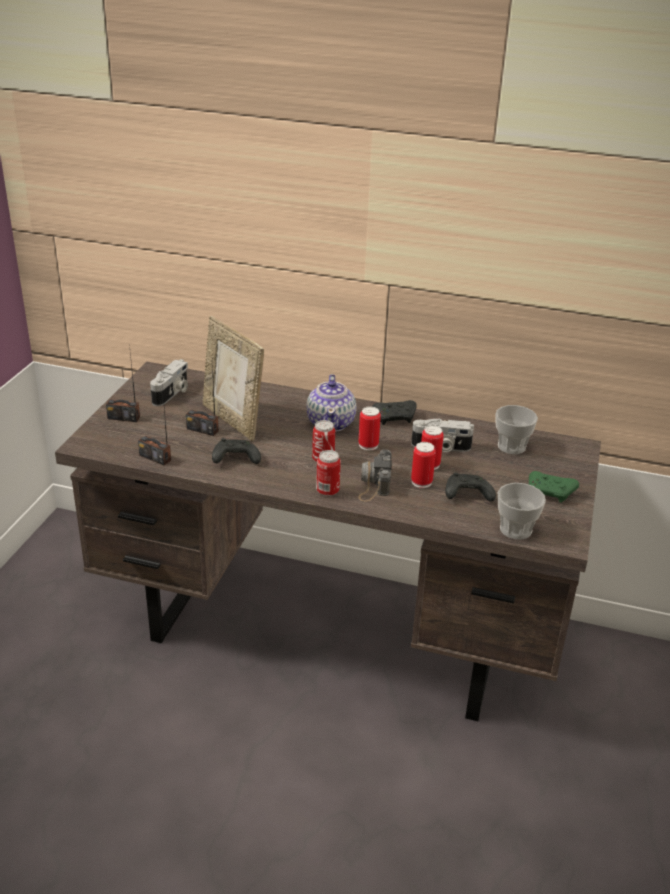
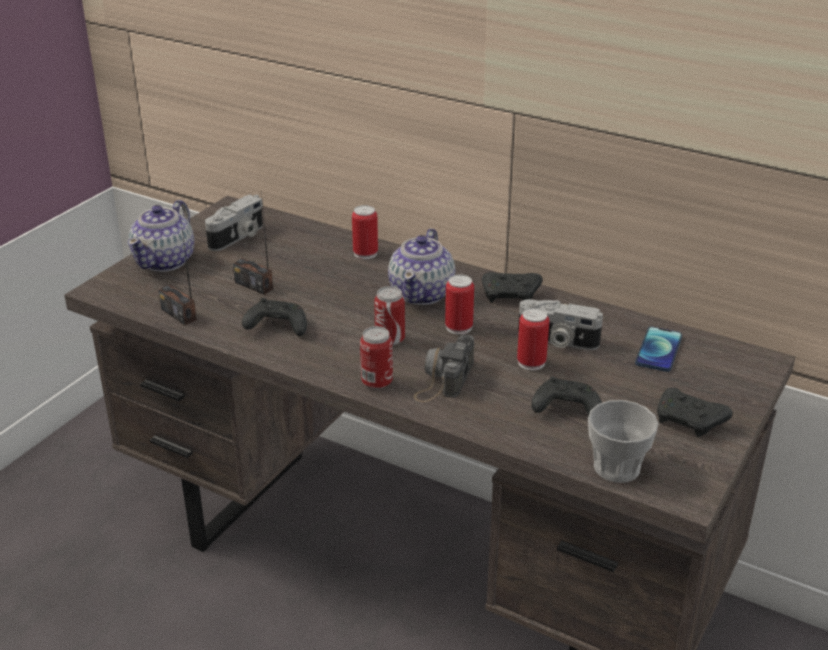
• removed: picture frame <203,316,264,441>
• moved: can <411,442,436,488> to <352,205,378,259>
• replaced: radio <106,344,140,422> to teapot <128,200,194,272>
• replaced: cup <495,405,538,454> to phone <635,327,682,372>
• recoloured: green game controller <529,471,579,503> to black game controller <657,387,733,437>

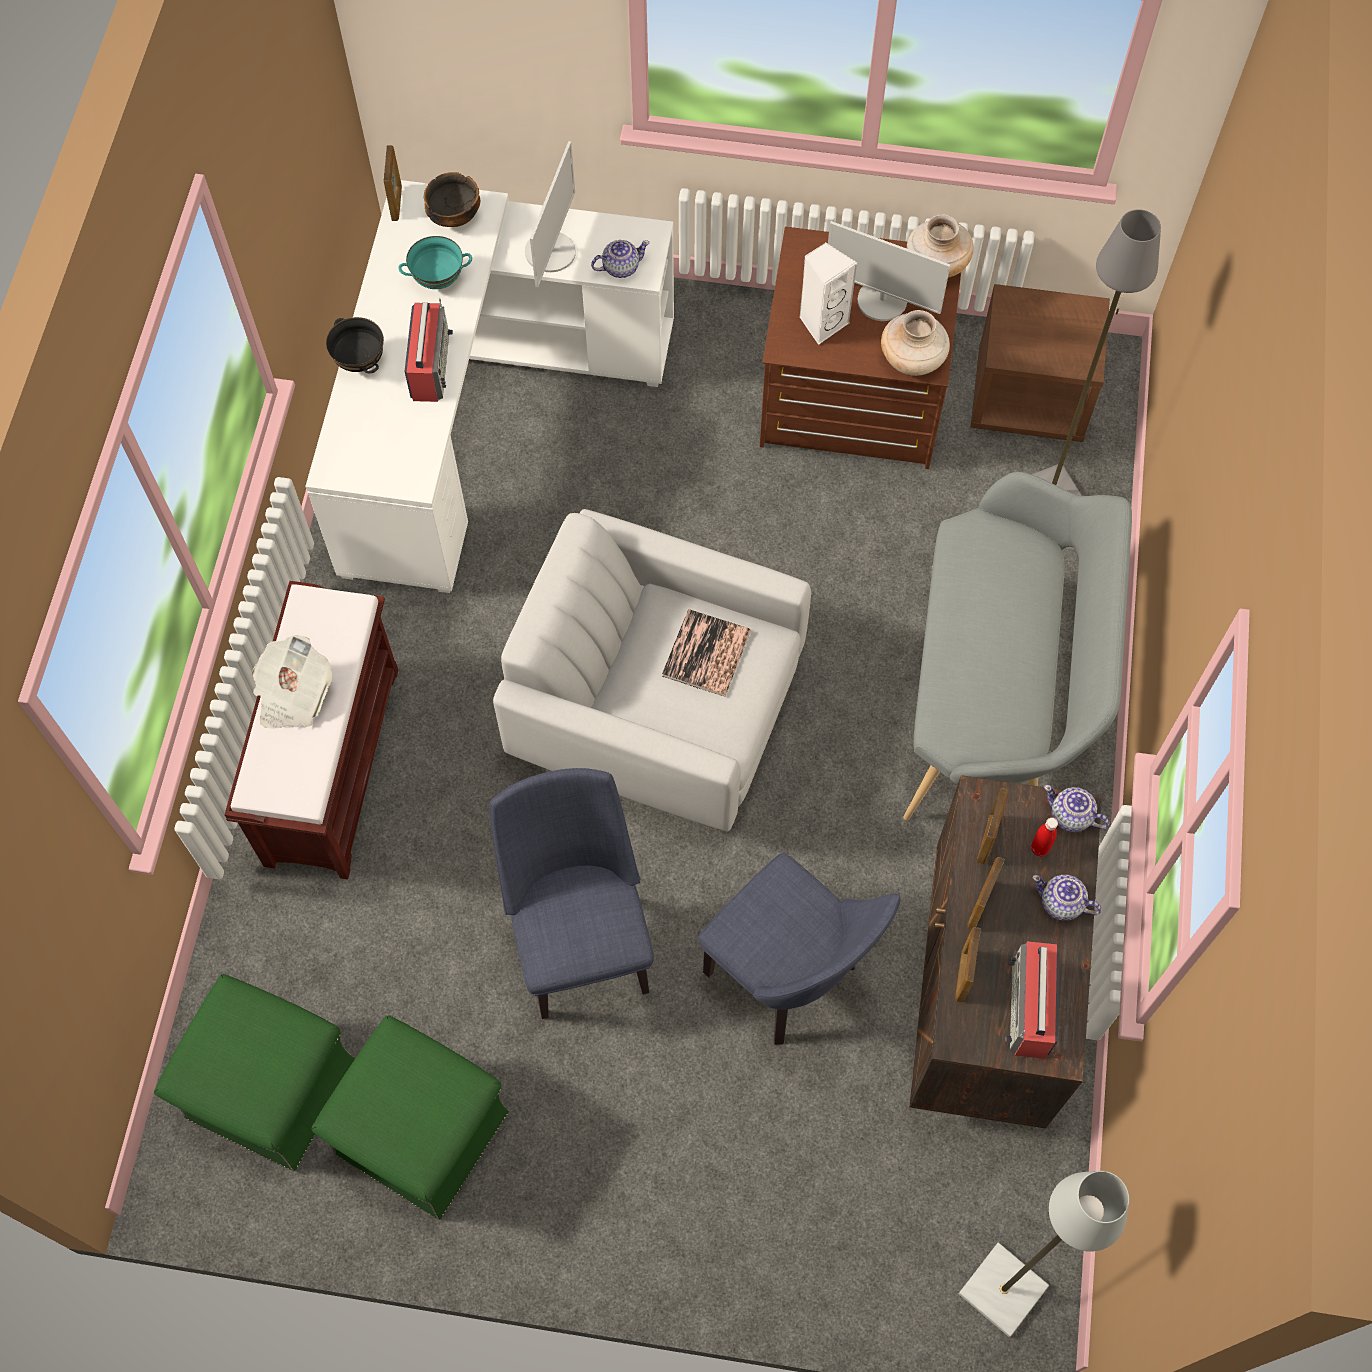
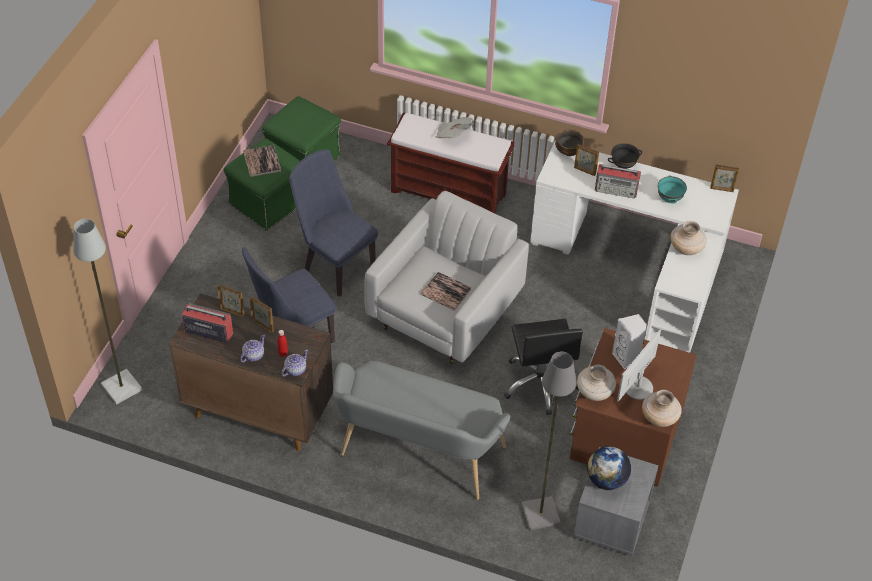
• removed: teapot <591,240,650,278>
• added: book <243,145,281,177>
• added: black office chair <504,319,583,415>
• added: globe <587,446,631,490>
• moved: bowl <424,172,481,227> to <555,129,584,156>
• moved: picture frame <977,788,1008,864> to <574,144,599,176>
• replaced: monitor <525,141,576,288> to beige vase <670,221,707,255>
• recoloured: brown nightstand <971,284,1110,442> to grey nightstand <573,447,658,556>
• turned: blue chair <489,768,654,1019> = <289,149,378,297> 135 degrees counterclockwise

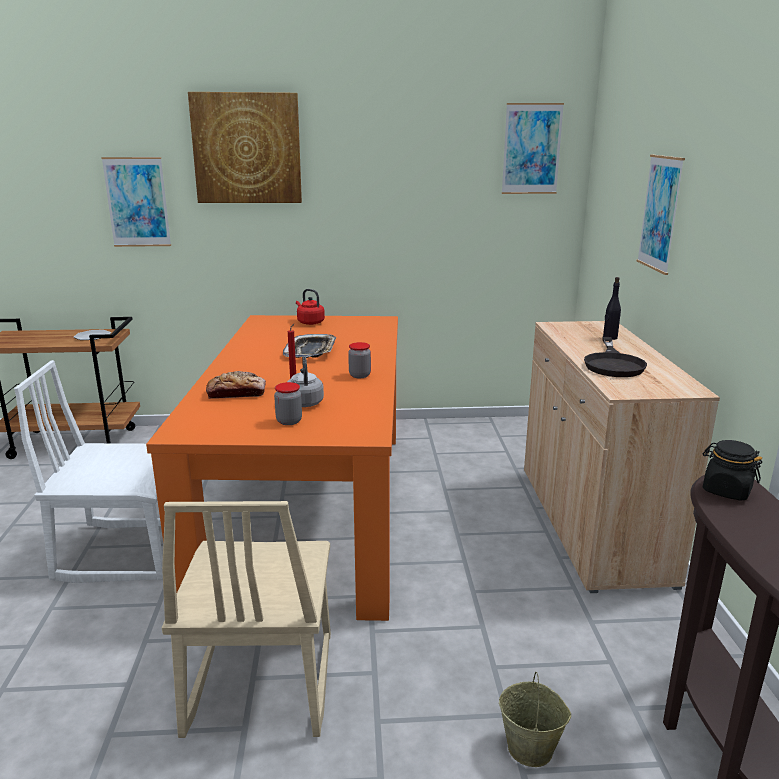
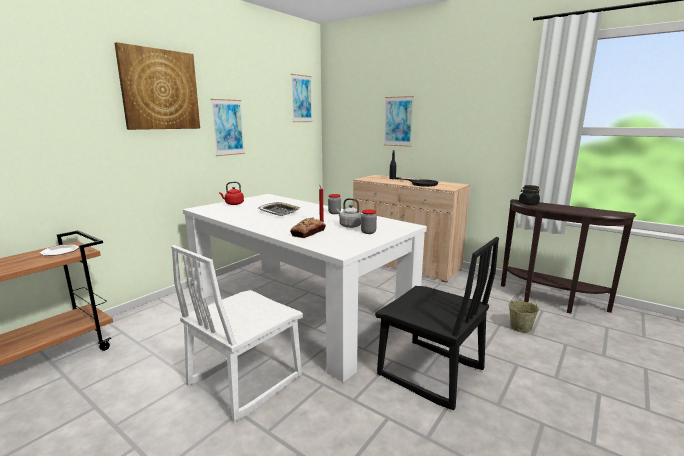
• moved: picture <101,157,171,247> to <211,99,245,156>
• recoloured: orange dining table <146,315,398,621> to white dining table <183,194,427,382>
• recoloured: beige chair <162,501,331,738> to black chair <375,237,499,410>

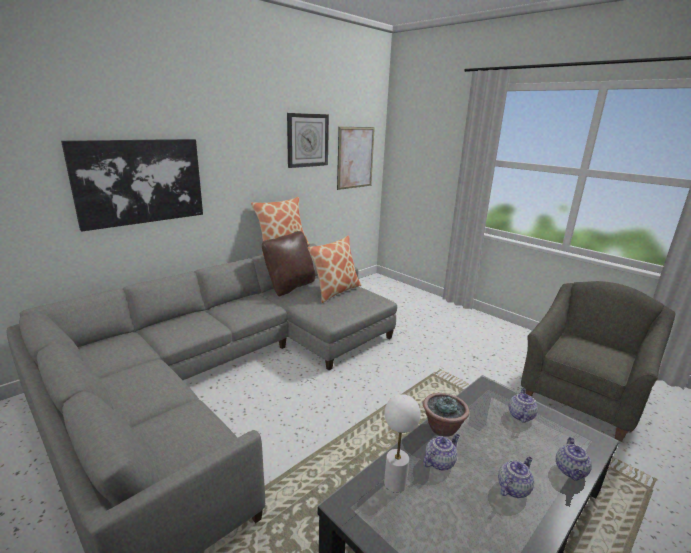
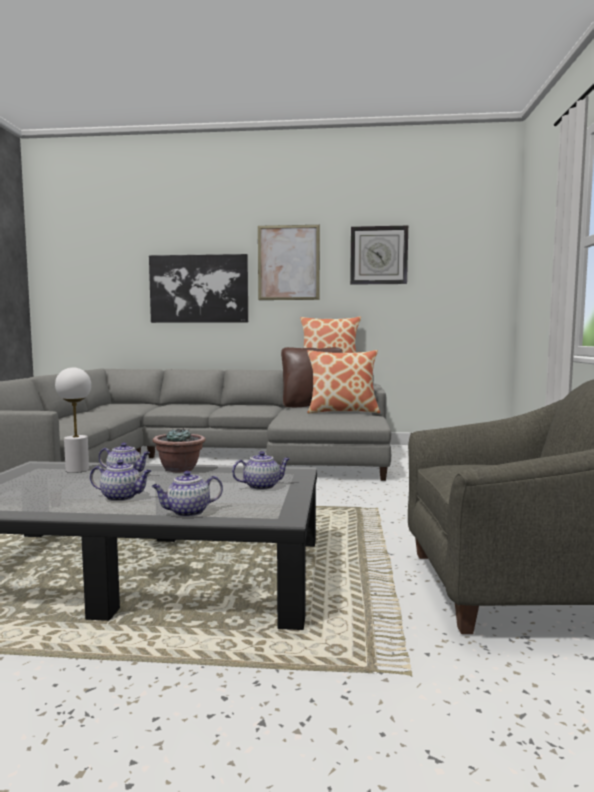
• moved: picture <337,127,375,190> to <258,225,320,300>

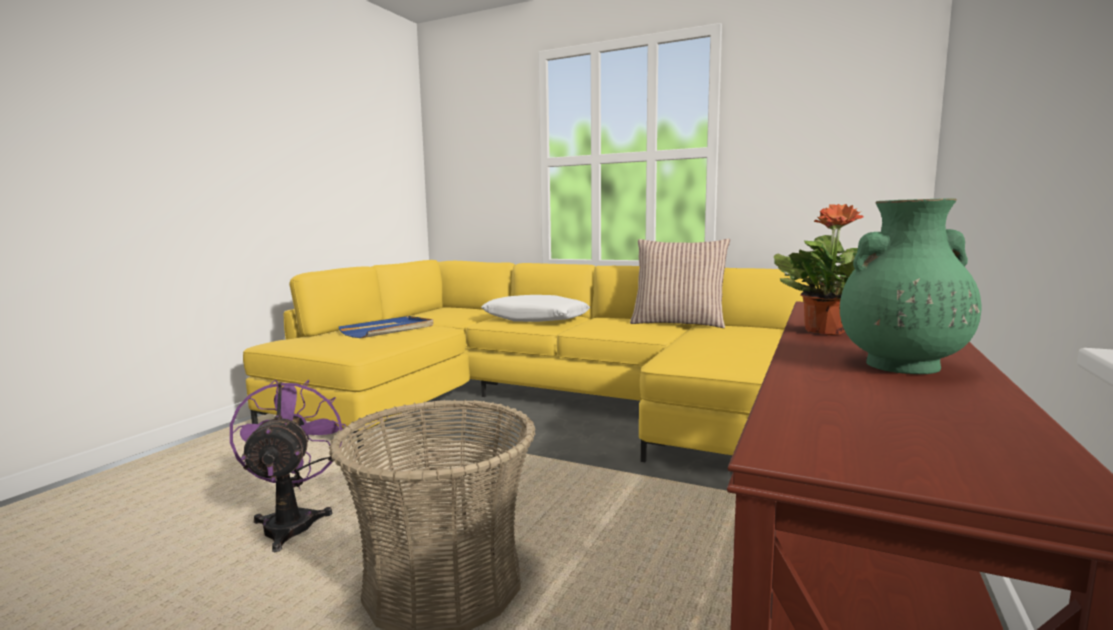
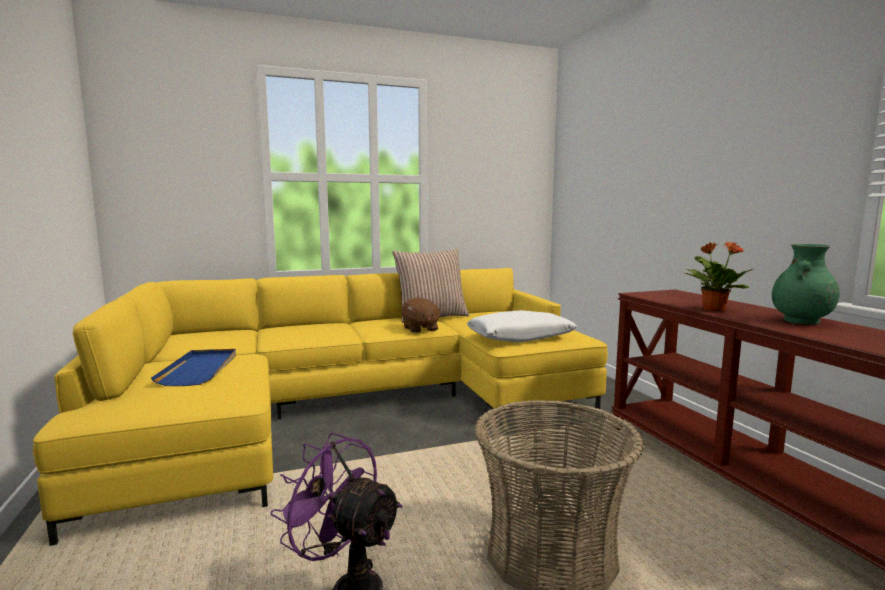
• added: brown plush toy <402,297,442,333>
• moved: white pillow <482,295,590,322> to <467,310,577,343>

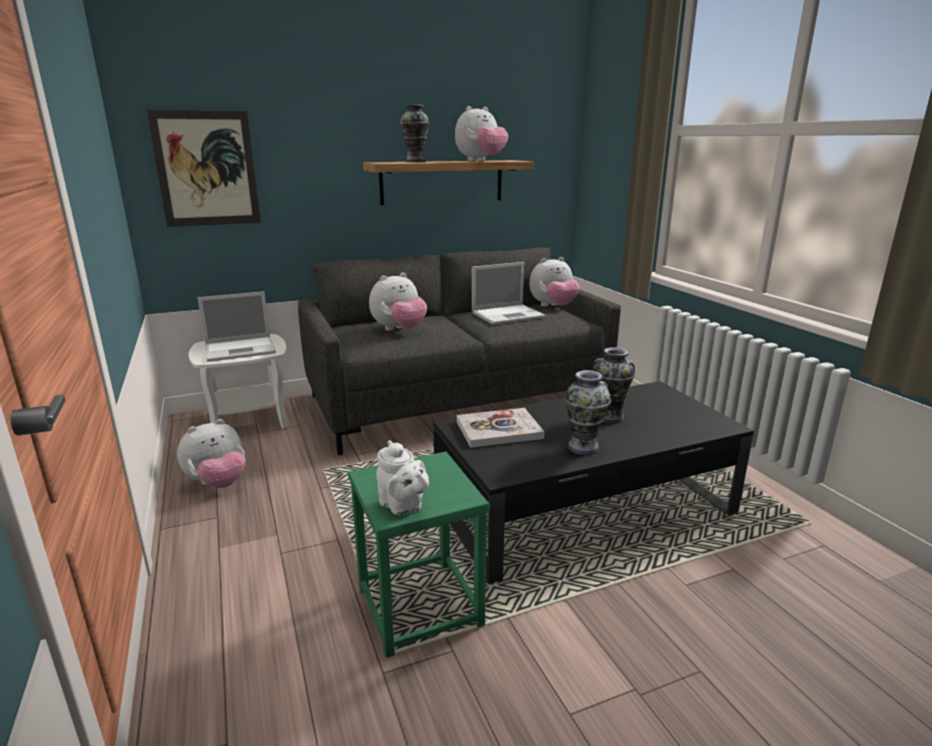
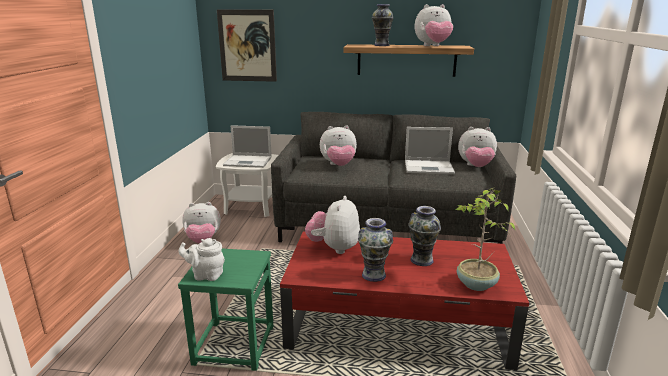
• added: potted plant <456,187,515,291>
• replaced: book <456,408,544,448> to plush toy <305,196,360,254>
• recoloured: black coffee table <433,381,754,584> to red coffee table <280,232,529,370>
• turned: white teapot <376,440,429,515> = <179,238,225,281> 105 degrees clockwise

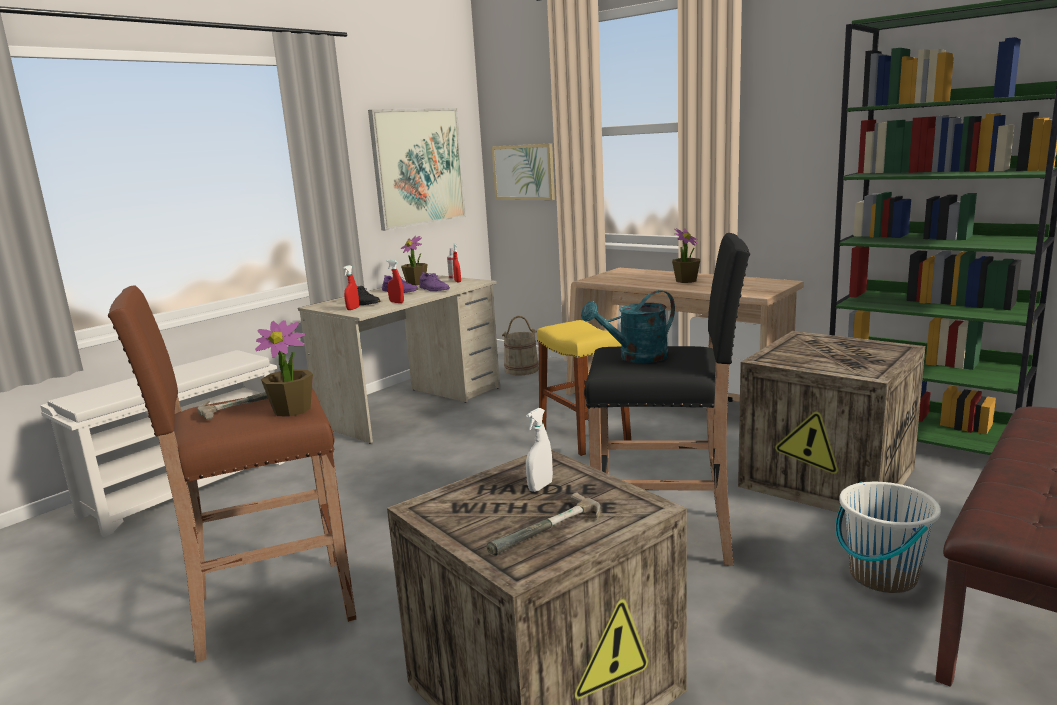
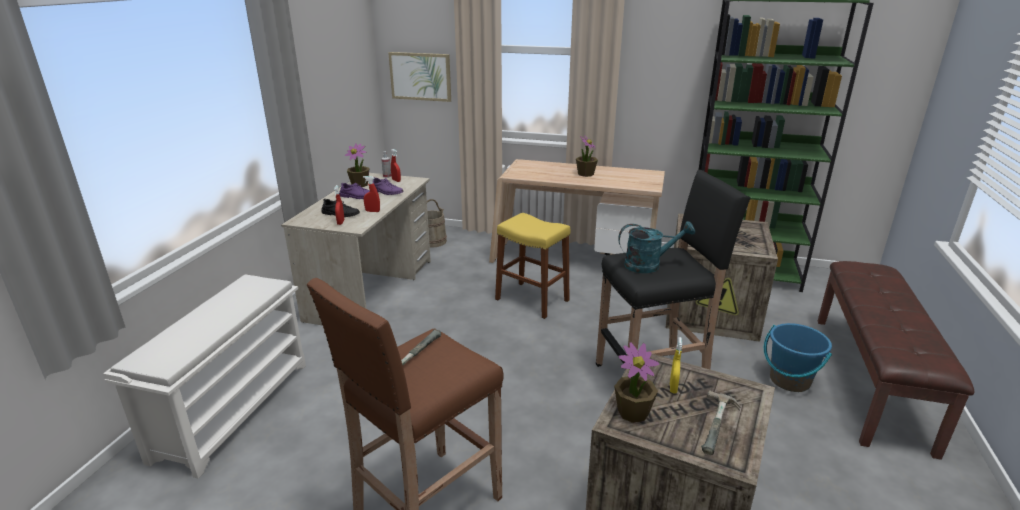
• removed: picture <368,108,466,231>
• moved: potted plant <255,320,313,417> to <614,343,659,423>
• recoloured: white spray bottle <526,408,553,492> to yellow spray bottle <670,337,682,394>
• recoloured: white bucket <836,481,941,593> to blue bucket <764,323,832,392>
• turned: turquoise watering can <581,290,675,363> = <618,221,695,273> 135 degrees counterclockwise

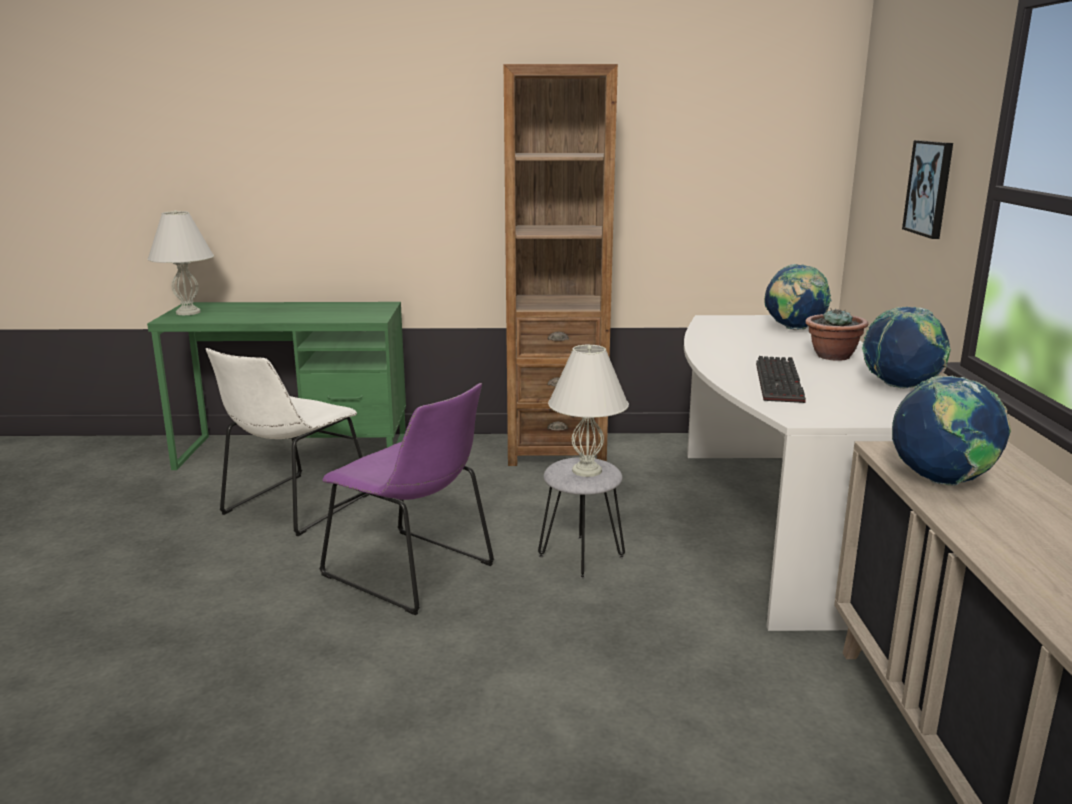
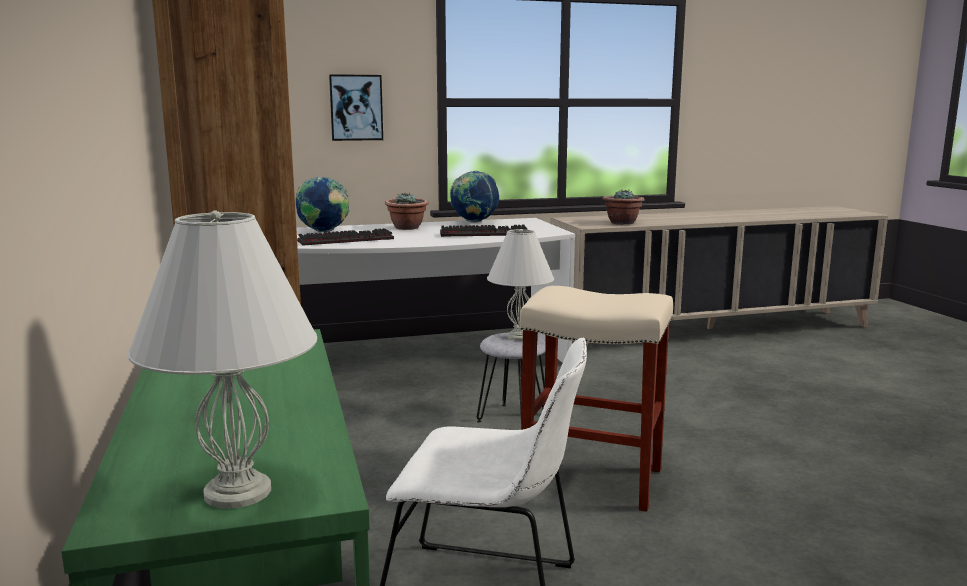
• added: keyboard <297,228,394,246>
• replaced: purple chair <319,383,494,615> to beige stool <520,286,673,512>
• replaced: globe <892,376,1011,486> to potted plant <603,189,645,225>

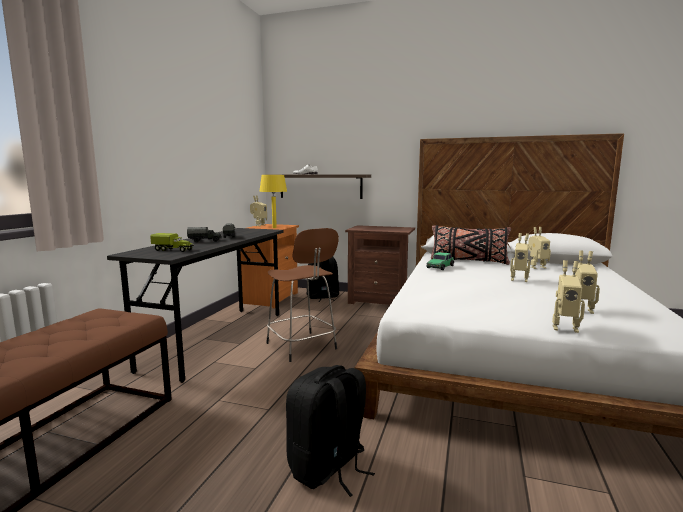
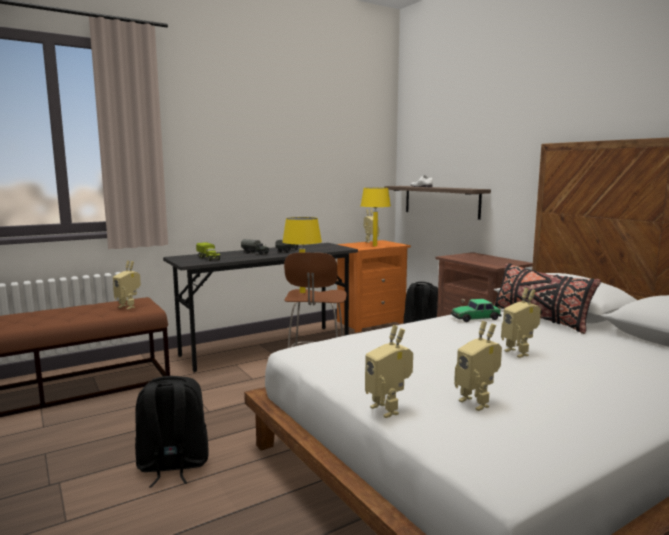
• added: yellow table lamp <282,217,322,293>
• moved: toy robot <528,227,551,269> to <113,261,141,309>

